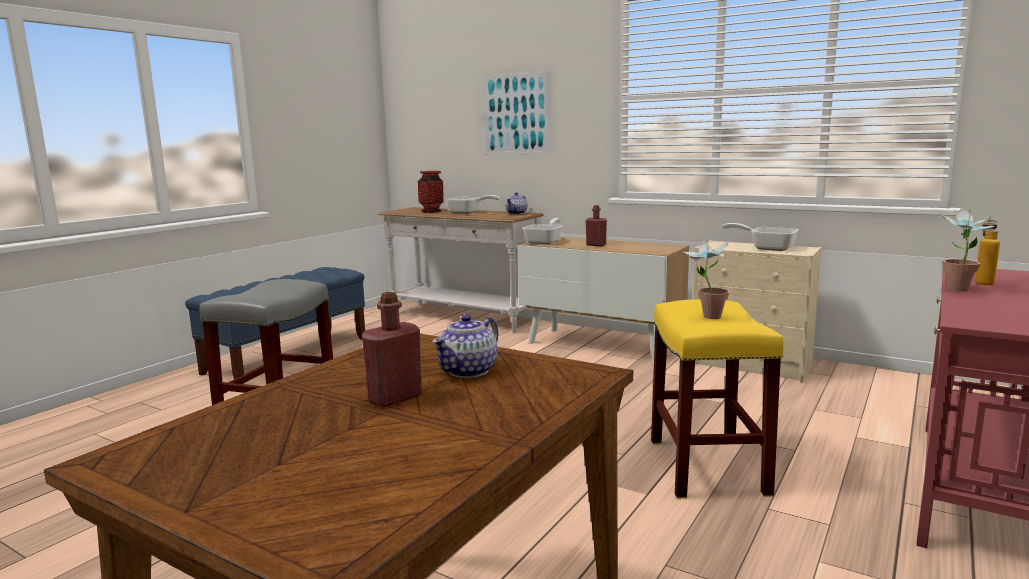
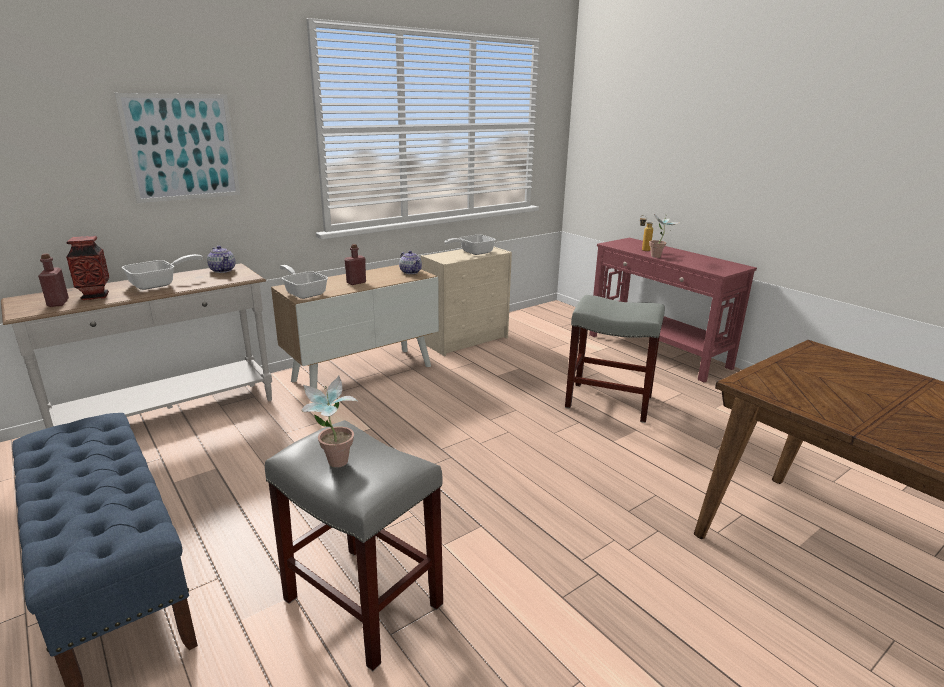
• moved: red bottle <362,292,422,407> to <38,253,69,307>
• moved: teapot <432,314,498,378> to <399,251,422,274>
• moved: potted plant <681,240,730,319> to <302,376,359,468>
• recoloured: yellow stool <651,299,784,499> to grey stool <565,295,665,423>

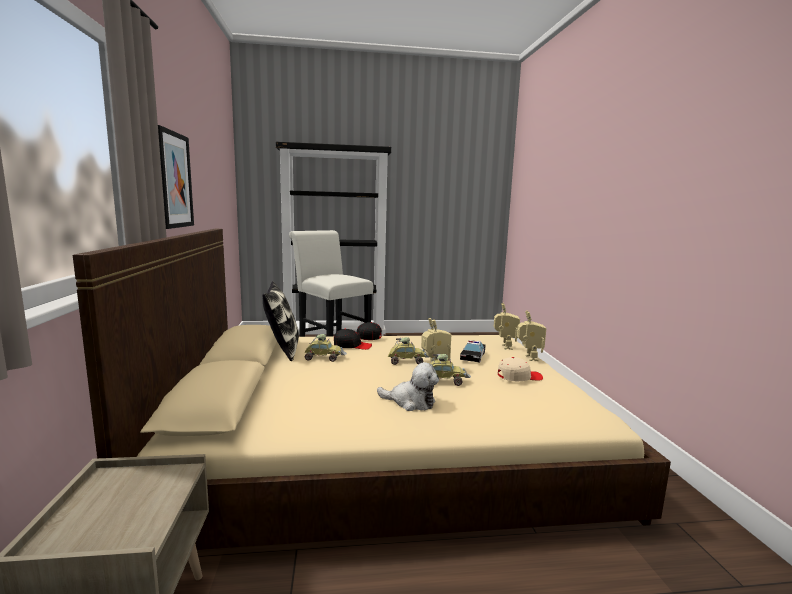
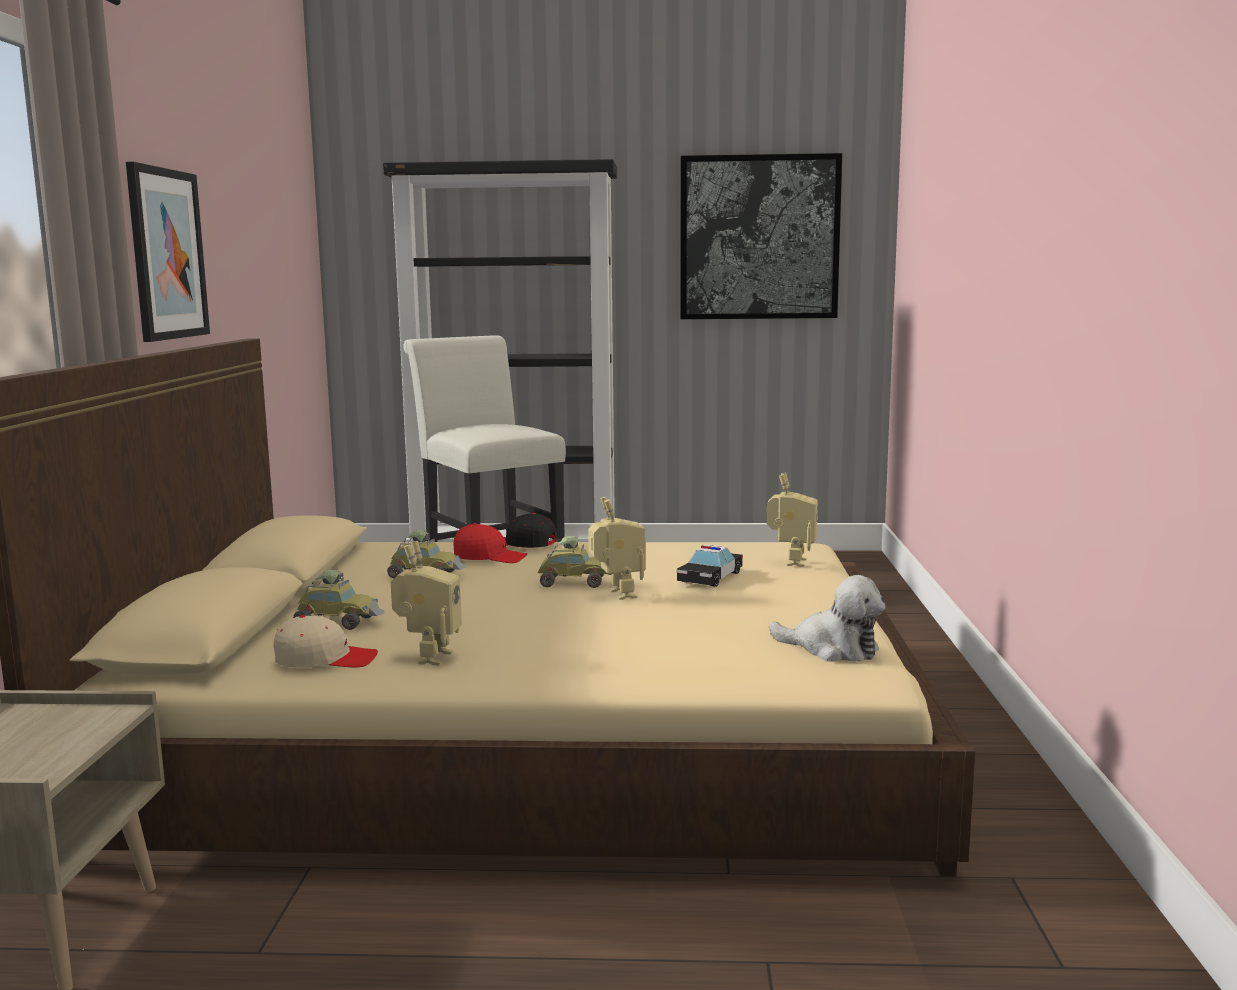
• removed: pillow <262,281,299,361>
• added: picture <680,153,842,319>
• moved: plush toy <377,362,439,411> to <769,575,886,662>
• moved: toy car <430,353,471,386> to <293,570,385,630>
• moved: beige cap <497,357,543,381> to <273,615,378,668>
• moved: toy robot <517,311,546,361> to <391,541,462,666>
• recoloured: black cap <334,329,372,350> to red cap <453,523,527,563>

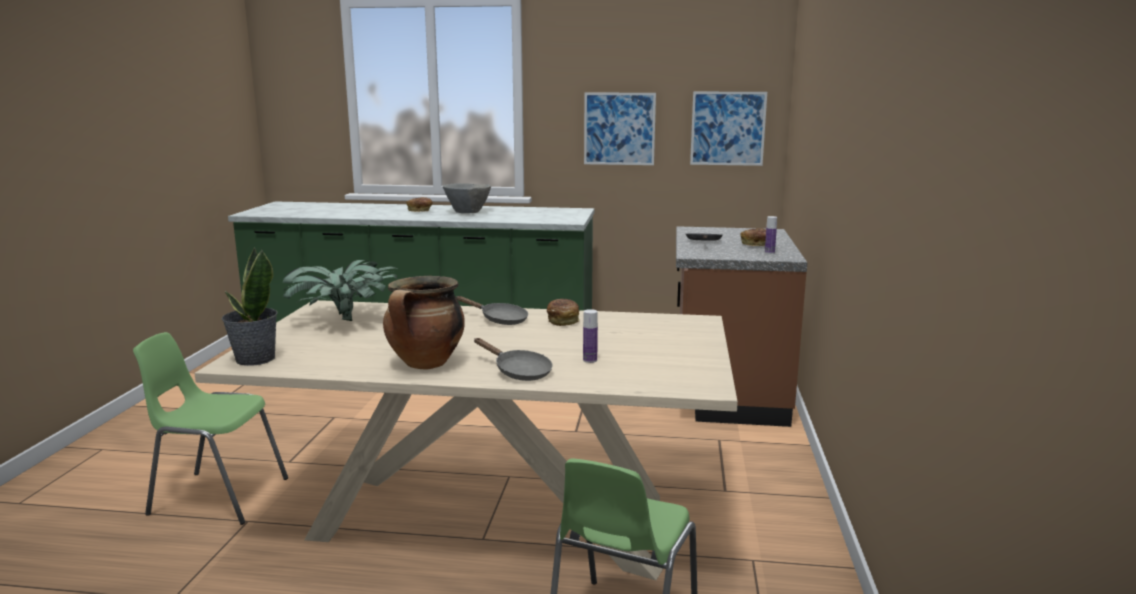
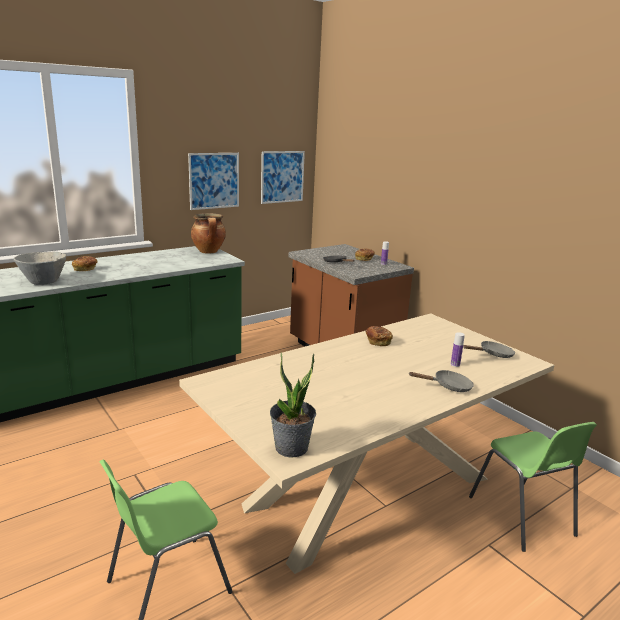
• removed: potted plant <283,260,397,321>
• moved: cooking pot <383,276,465,370> to <191,213,226,254>
• moved: grey bowl <443,183,491,213> to <14,252,66,285>
• moved: grey frying pan <456,296,528,325> to <463,341,515,358>

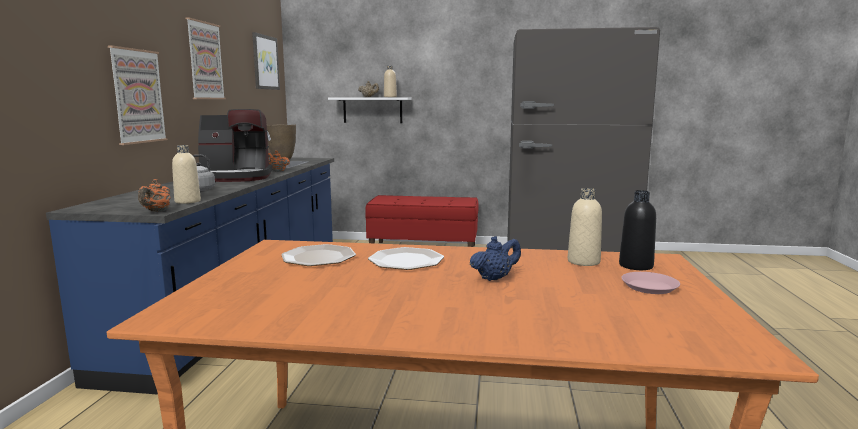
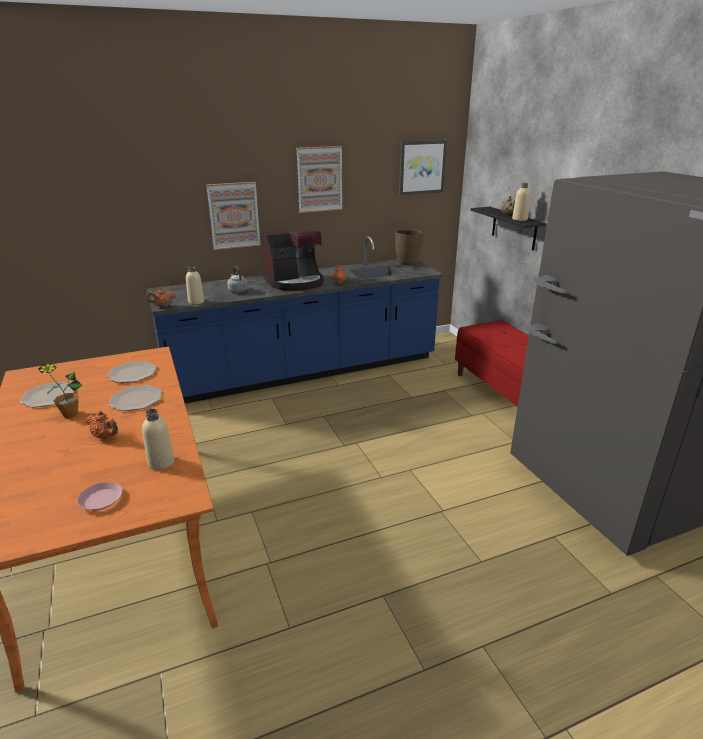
• removed: black bottle <619,190,656,270>
• added: plate <20,382,75,407>
• added: potted plant <38,364,83,418>
• recoloured: white shelf <328,97,411,123> to black shelf <471,207,546,251>
• recoloured: blue teapot <470,236,521,281> to orange teapot <86,411,118,439>
• turned: coffee machine <198,109,273,182> = <263,229,323,291> 75 degrees counterclockwise

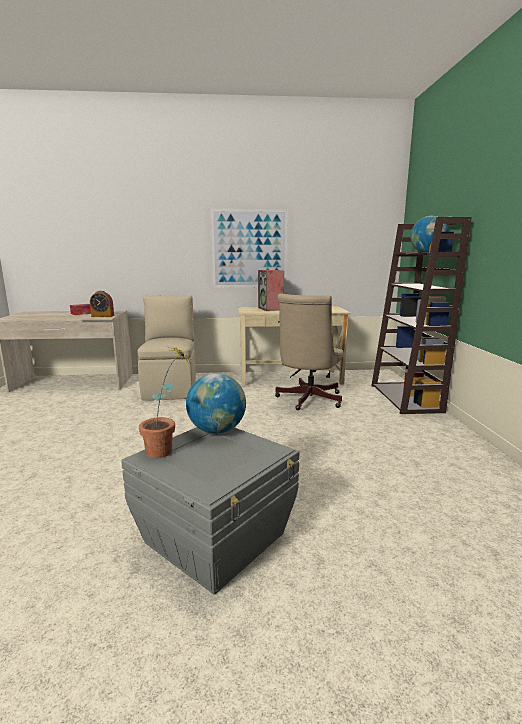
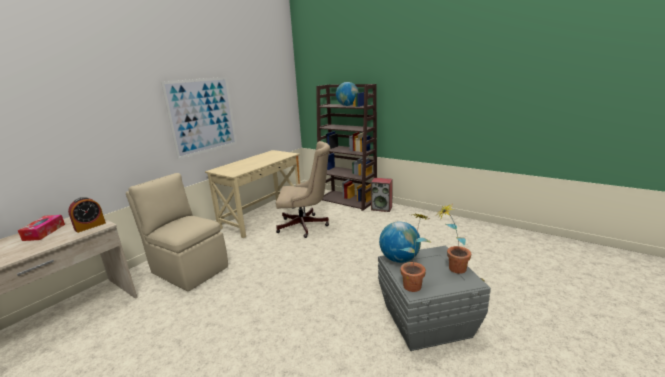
• added: potted plant <435,205,471,274>
• moved: speaker <258,270,284,311> to <371,178,393,212>
• turned: beige office chair <275,293,343,410> = <276,141,330,238> 60 degrees counterclockwise

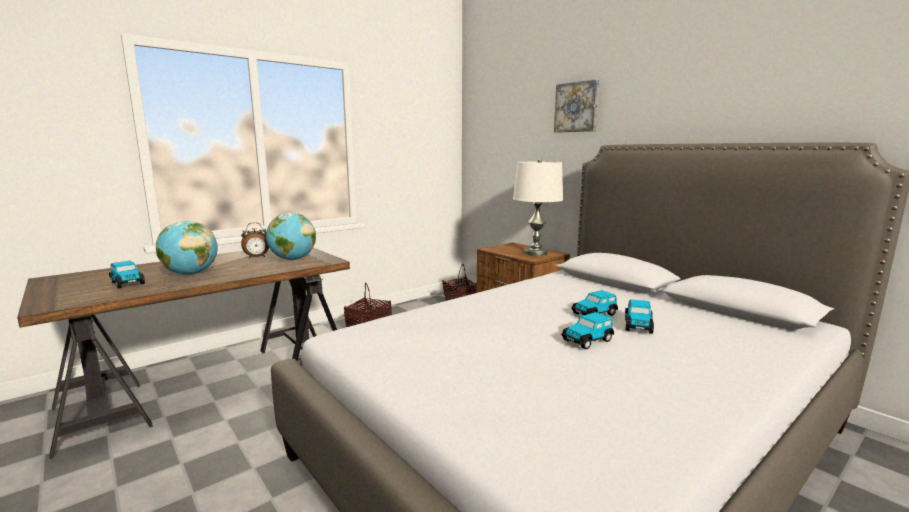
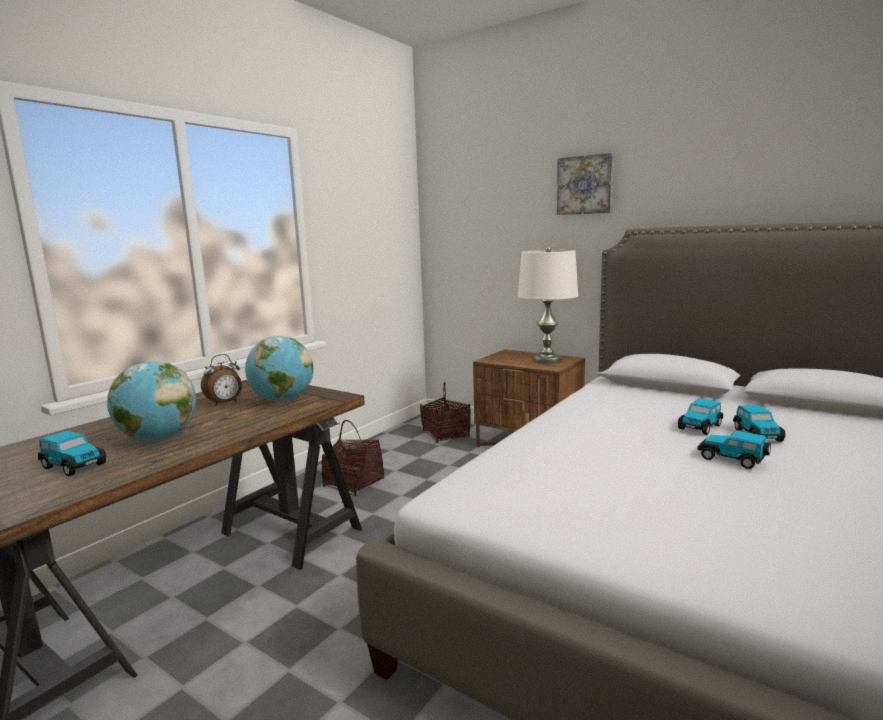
• turned: toy car <562,312,614,349> = <697,430,771,469> 90 degrees clockwise

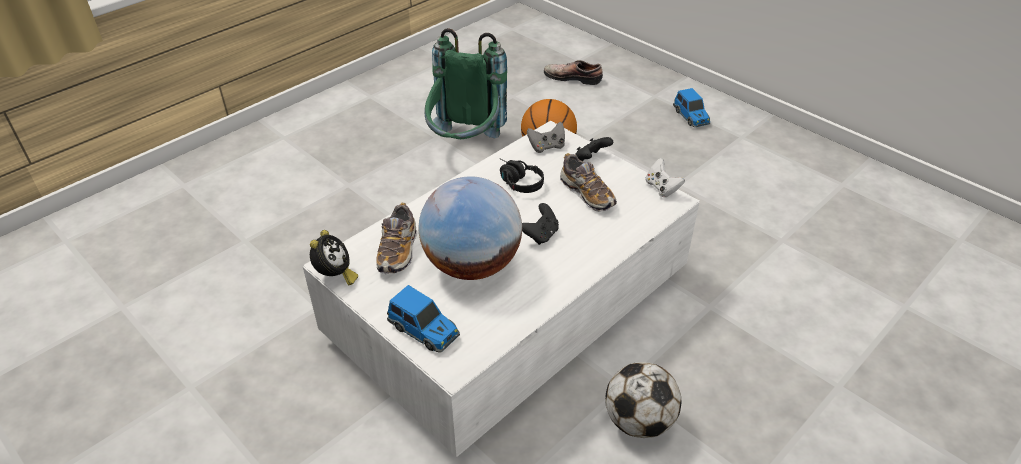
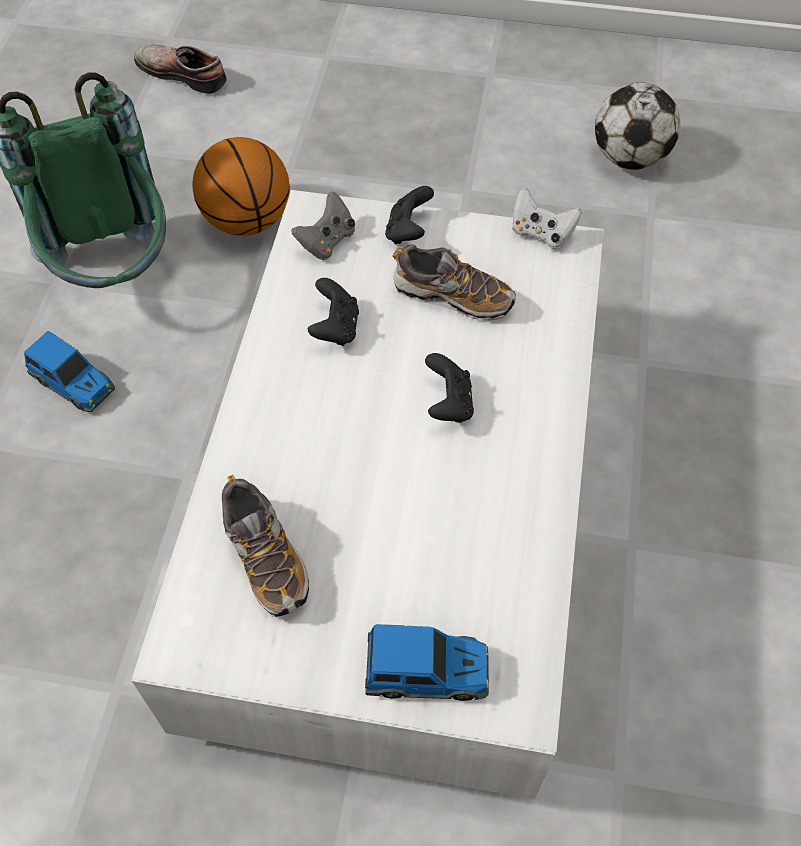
• removed: alarm clock <310,230,358,285>
• removed: globe <419,176,522,280>
• moved: football <605,362,682,438> to <595,82,680,170>
• moved: toy car <673,88,710,127> to <24,331,115,412>
• replaced: black headphones <500,159,544,193> to black game controller <308,278,359,346>
• turned: shoe <544,60,603,85> = <134,45,227,94> 45 degrees clockwise

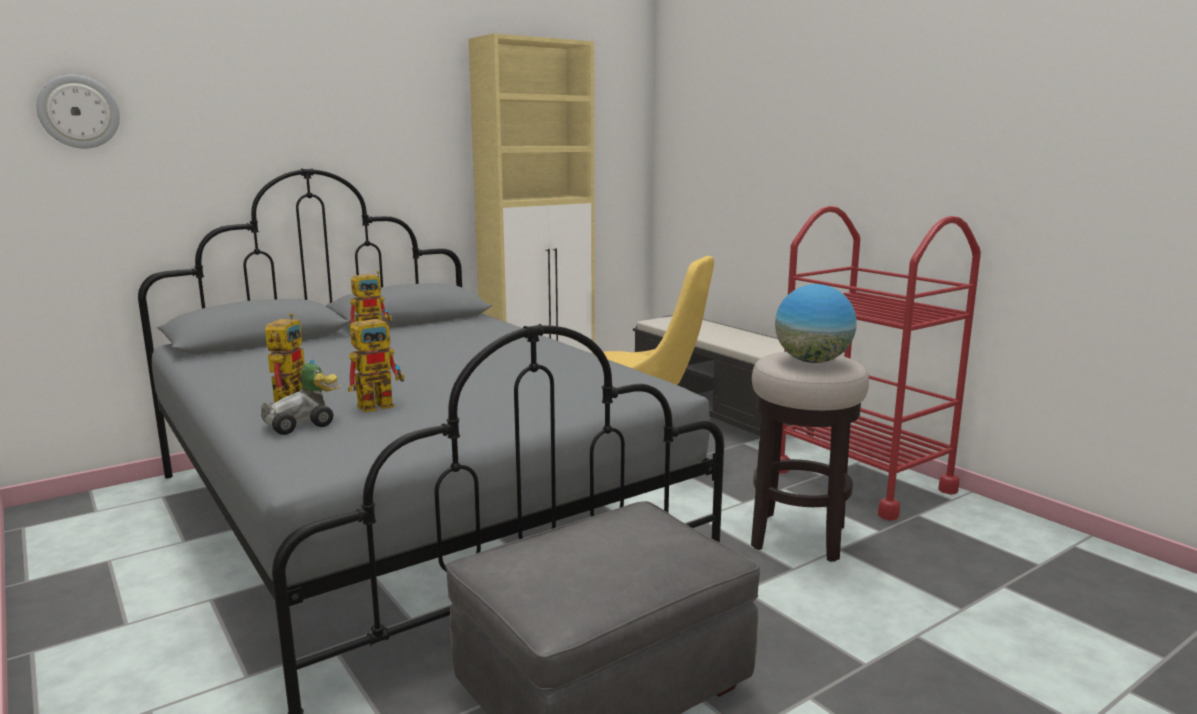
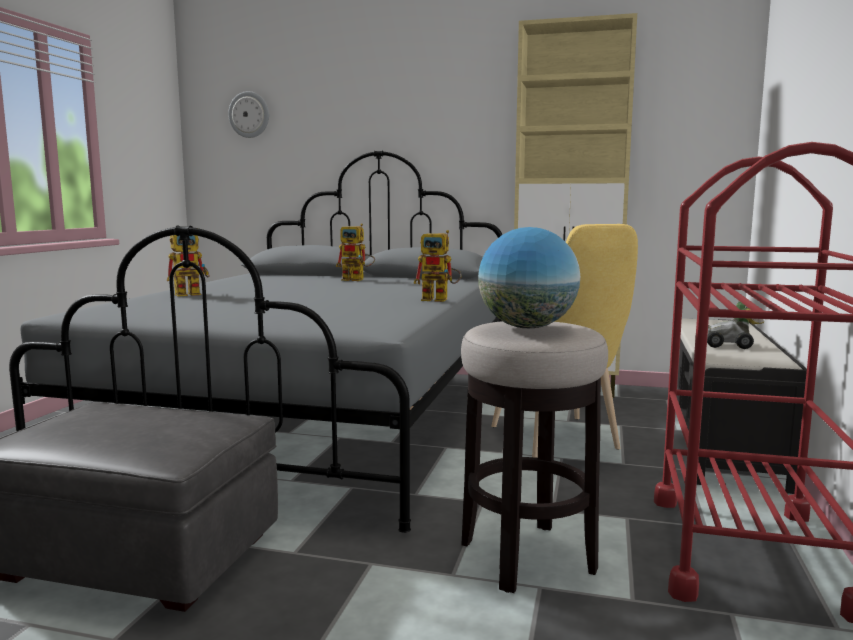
• moved: toy car <261,363,341,435> to <707,301,765,349>
• moved: toy robot <348,315,404,412> to <414,230,462,302>

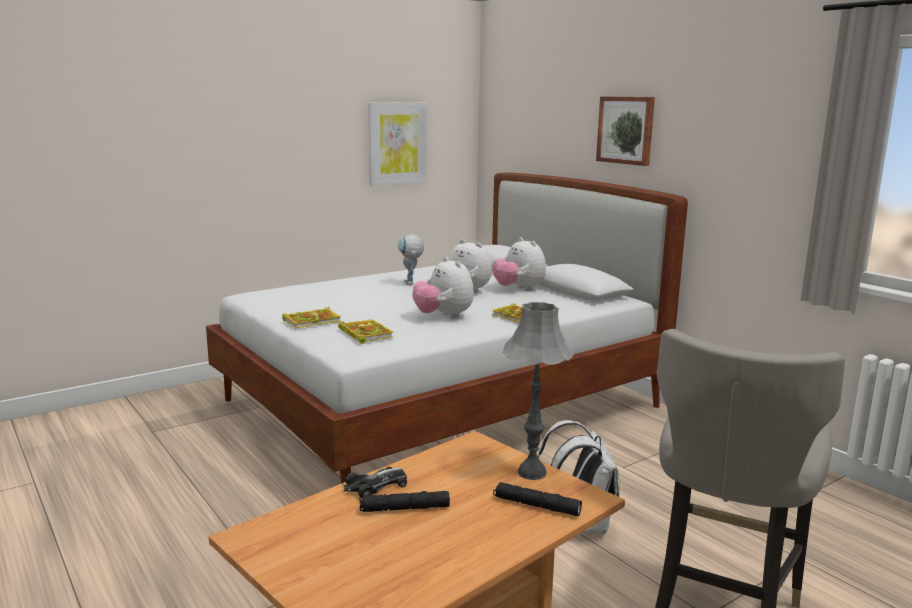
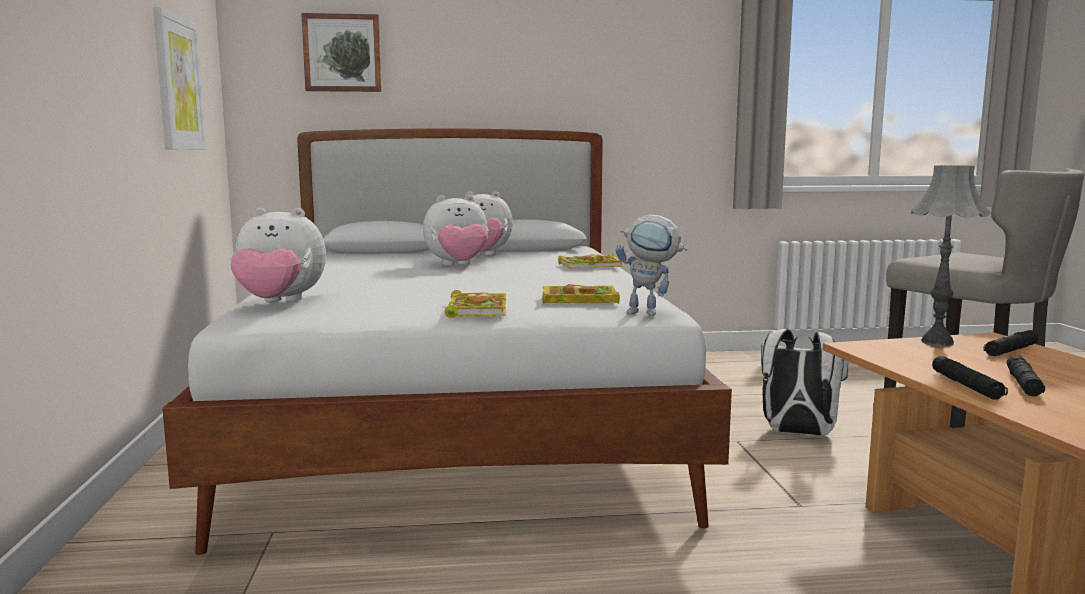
• moved: toy robot <398,234,424,285> to <615,214,688,316>
• moved: plush toy <413,257,474,319> to <230,208,326,302>
• moved: picture <596,96,655,166> to <301,13,381,92>
• replaced: toy car <344,467,407,497> to black flashlight <932,356,1008,400>

